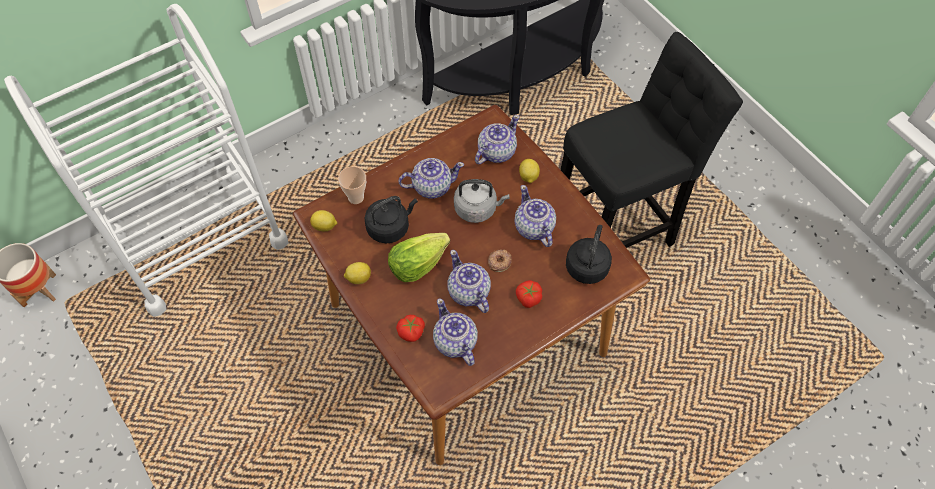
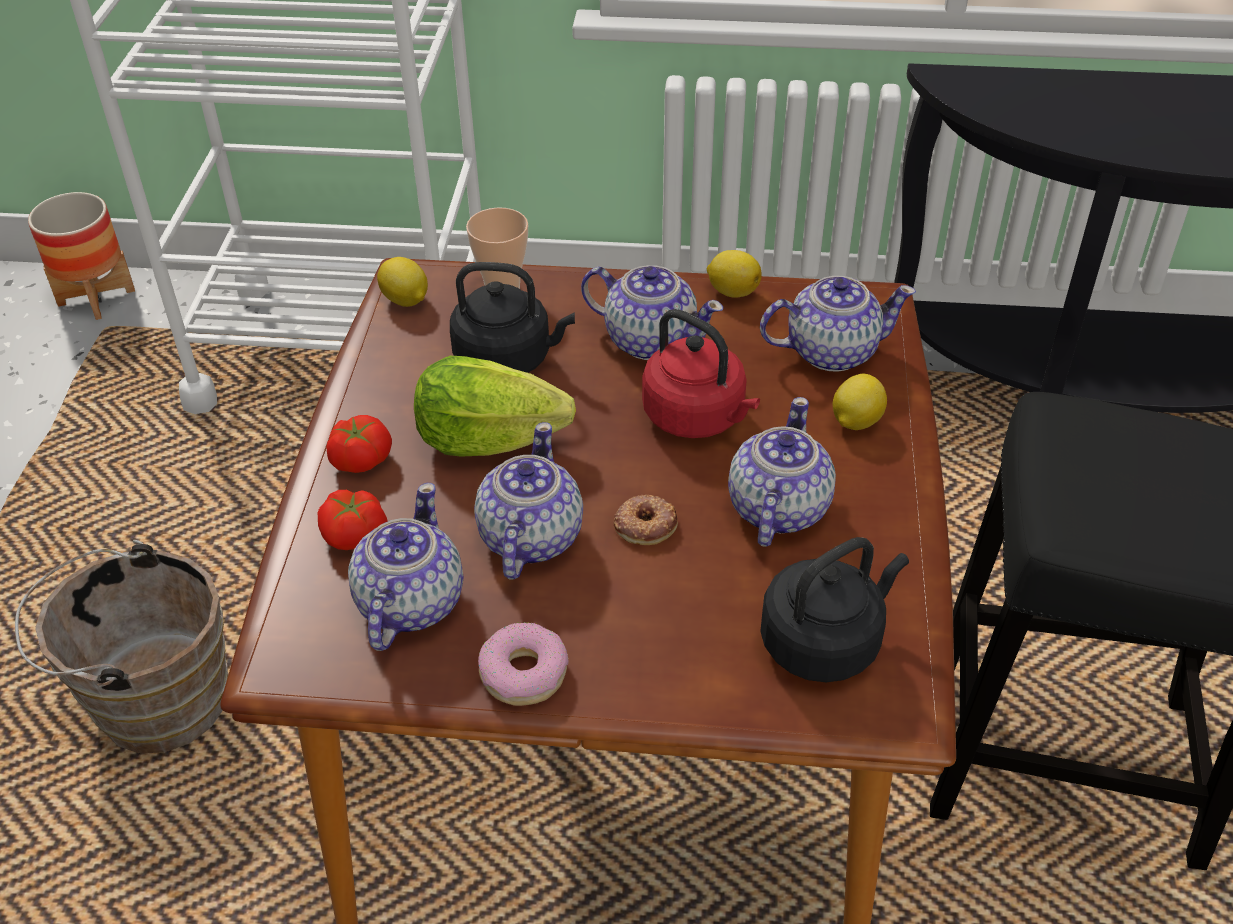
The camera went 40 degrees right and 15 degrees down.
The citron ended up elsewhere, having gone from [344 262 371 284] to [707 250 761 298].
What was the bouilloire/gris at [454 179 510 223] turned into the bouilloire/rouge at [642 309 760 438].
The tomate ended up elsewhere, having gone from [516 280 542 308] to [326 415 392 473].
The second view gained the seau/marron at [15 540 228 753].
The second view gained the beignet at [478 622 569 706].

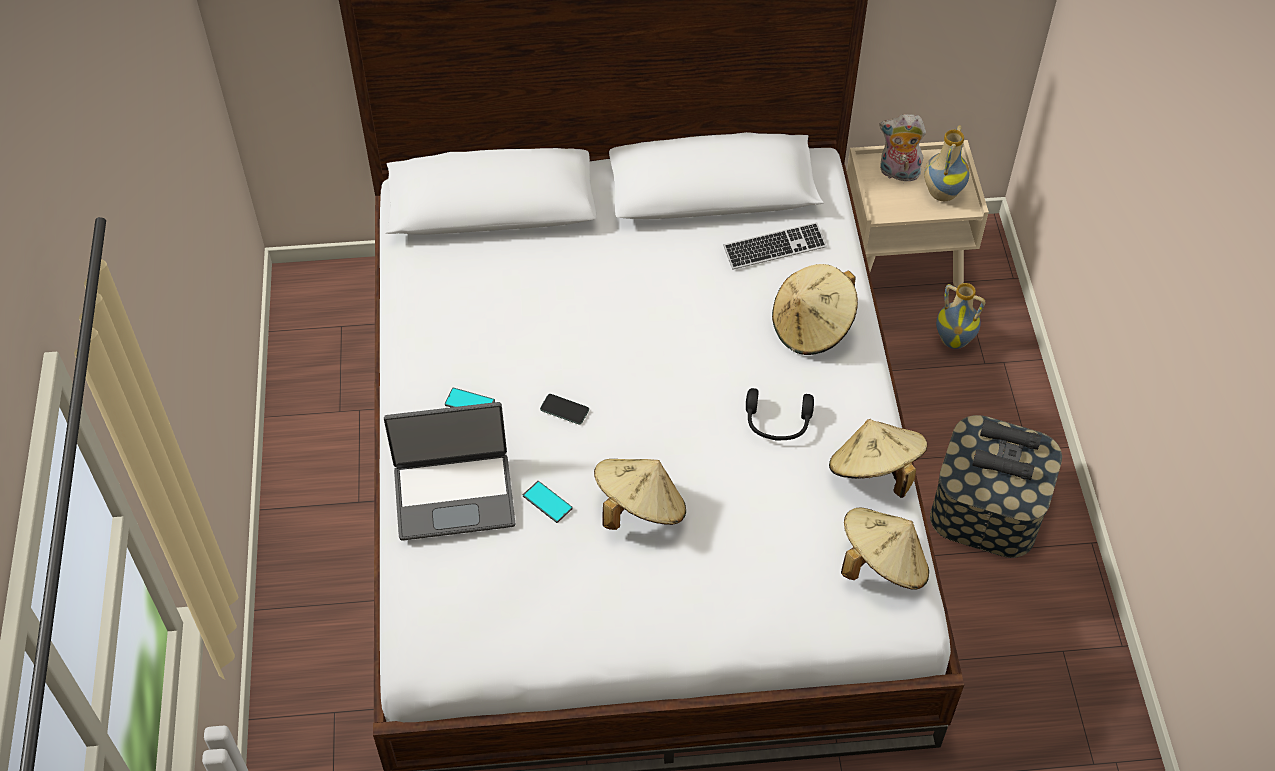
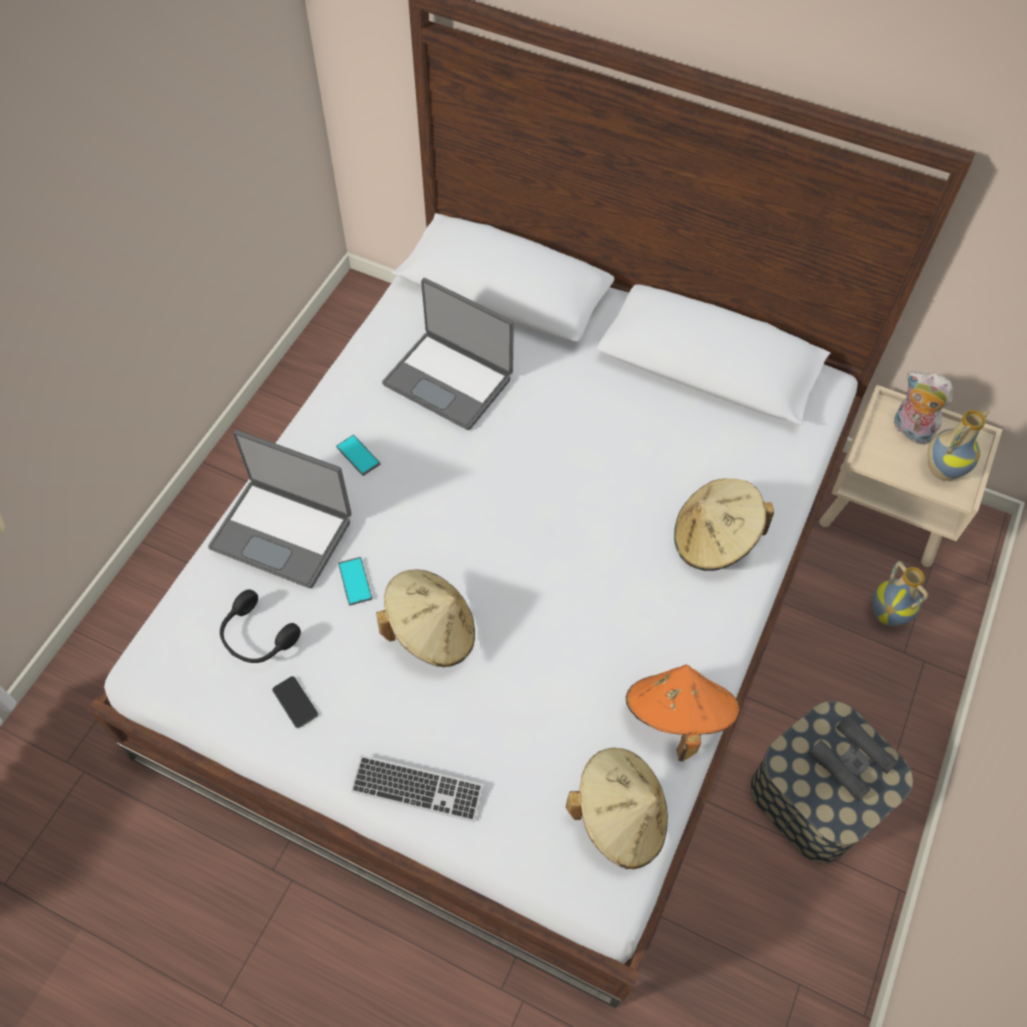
The camera went 30 degrees right and 5 degrees up.
The téléphone ended up elsewhere, having gone from [540 394 589 425] to [272 676 318 728].
The clavier ended up elsewhere, having gone from [723 222 827 270] to [351 755 484 822].
The casque audio/noir ended up elsewhere, having gone from [746 388 814 441] to [220 590 301 663].
What was the chapeau/beige at [829 419 927 498] turned into the chapeau/orange at [626 665 740 761].
The second view gained the ordinateur portable at [382 278 514 430].

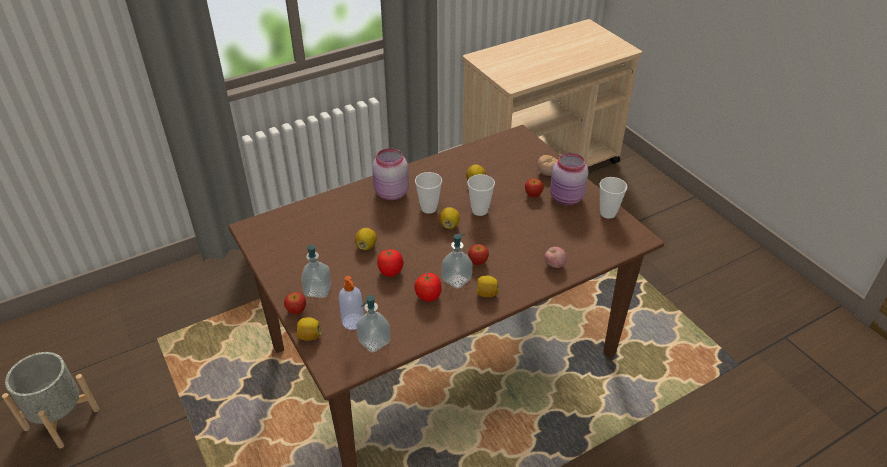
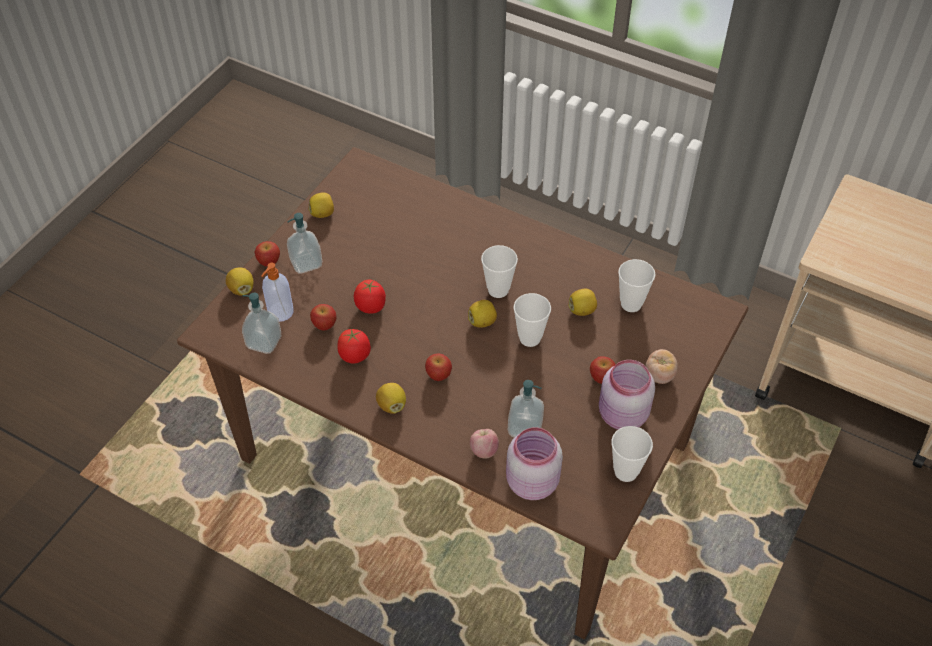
The camera went 60 degrees right and 10 degrees up.
The second view lost the cache-pot/gris at [2 352 99 449].
The citron ended up elsewhere, having gone from [355 228 377 250] to [309 192 334 218].
The bocal/rose ended up elsewhere, having gone from [372 148 409 200] to [506 427 563 500].
The distributeur de savon ended up elsewhere, having gone from [441 234 472 289] to [508 380 544 438].
The second view gained the pomme at [310 304 337 331].
The second view gained the tasse at [618 259 655 312].

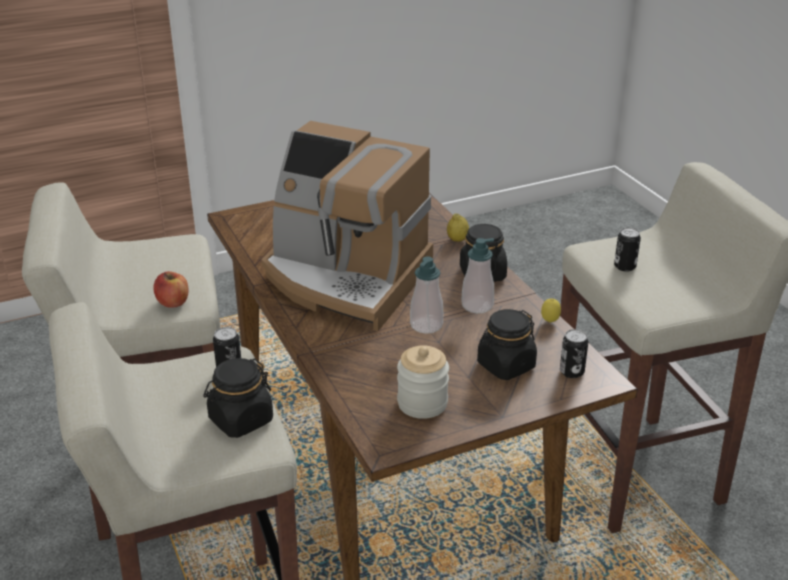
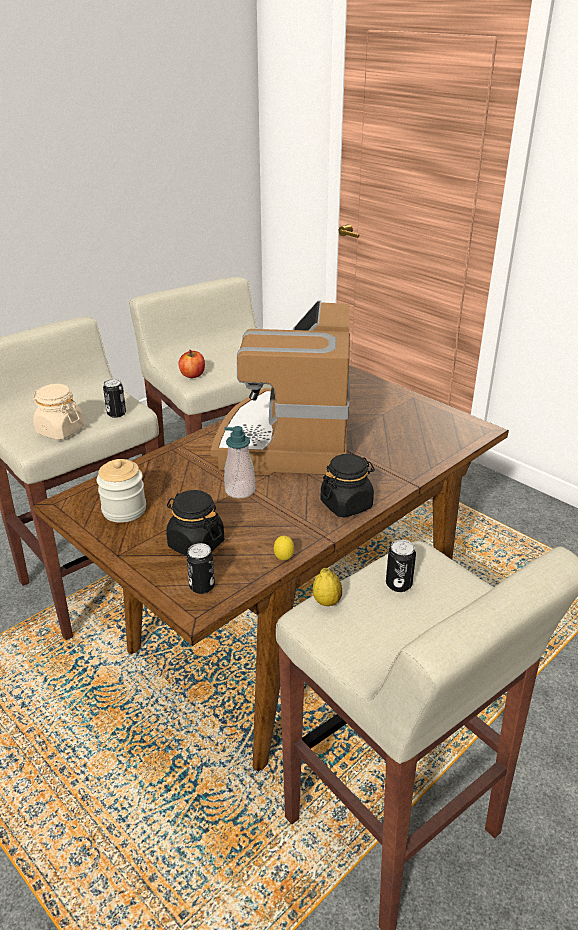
The camera went 70 degrees right and 0 degrees up.
What was the bocal/noir at [203 358 273 438] turned into the bocal/beige at [33 384 84 440].
The citron ended up elsewhere, having gone from [447 214 469 242] to [313 568 342 606].
The second view lost the distributeur de savon at [461 238 494 313].

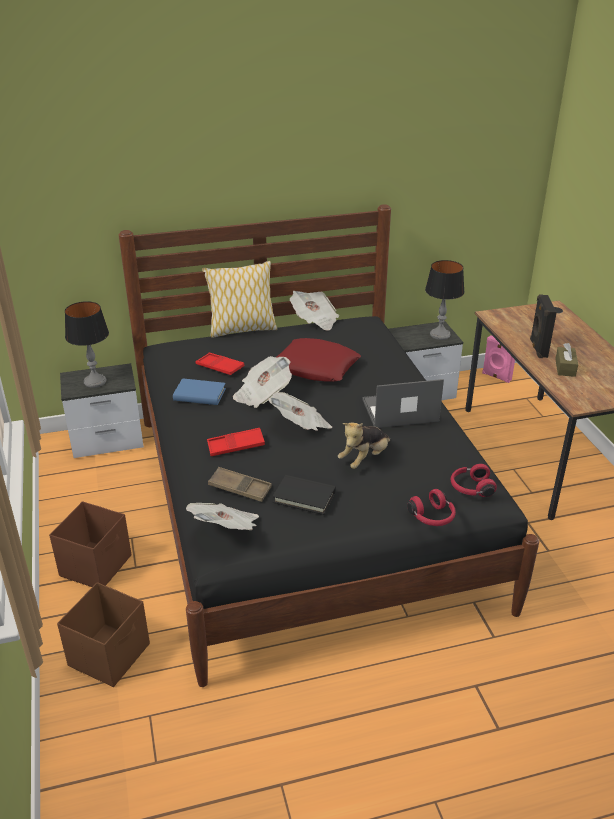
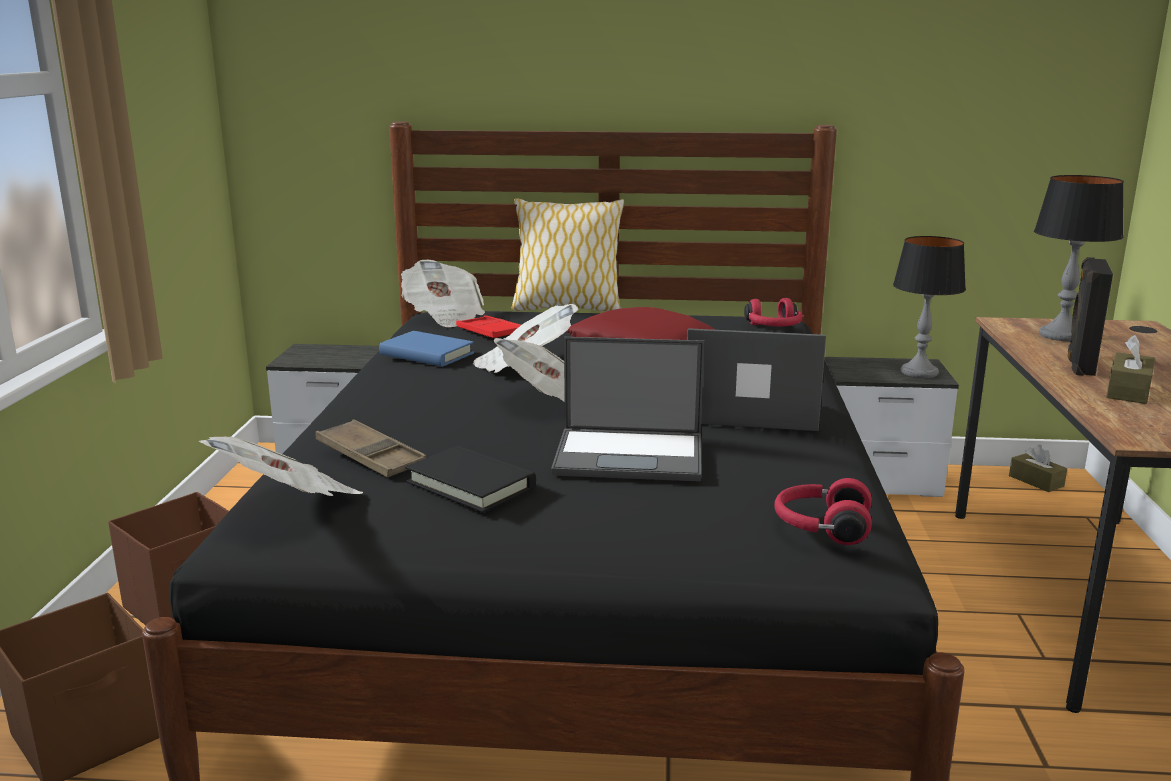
The camera went 20 degrees right and 15 degrees down.
The lampe de table ended up elsewhere, having gone from [65 301 109 388] to [1034 175 1124 341].
The second view lost the plateau/rouge at [207 428 265 456].
The journal ended up elsewhere, having gone from [290 291 339 331] to [401 260 485 328].
Where the peluche stood at [338 422 391 469], the ordinateur portable came to stand at [551 337 704 482].
The casque audio/rouge ended up elsewhere, having gone from [407 489 456 526] to [744 298 803 326].
Where the enceinte/rose stood at [482 335 515 383], the boîte à mouchoirs/marron came to stand at [1009 445 1067 492].

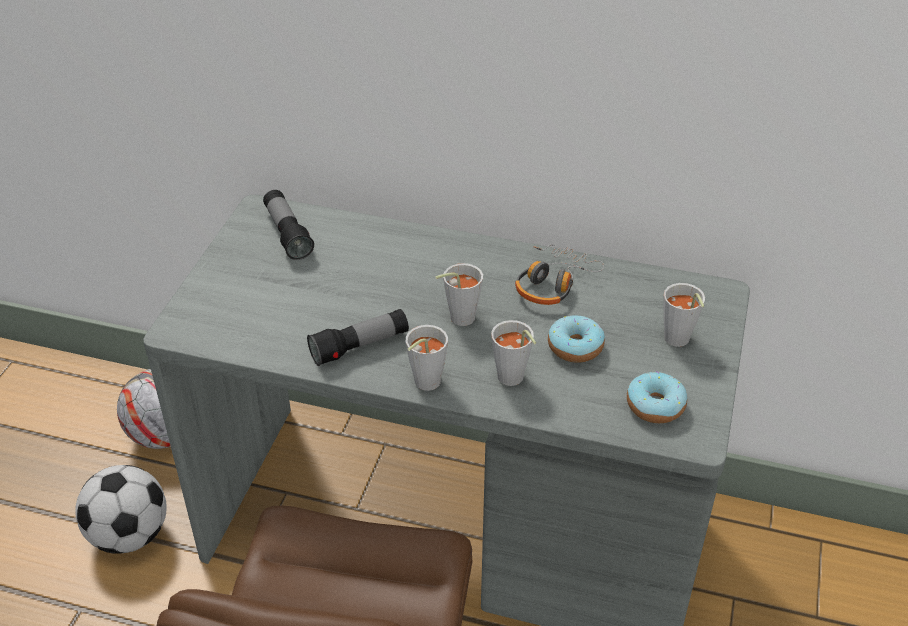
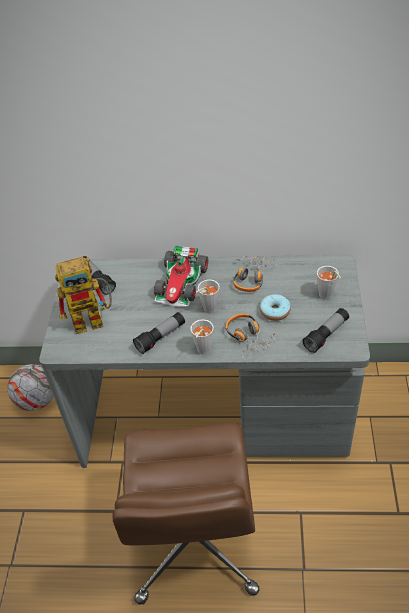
The camera went 10 degrees left and 5 degrees up.
The second view lost the ballon de foot at [75 465 167 554].
Where the tasse/gris stood at [491 320 536 386], the casque audio came to stand at [225 313 277 359].
Where the beignet stood at [627 371 687 423], the lampe de poche came to stand at [302 308 349 353].
The second view gained the robot jouet at [55 257 112 334].
The second view gained the petite voiture at [154 245 208 307].

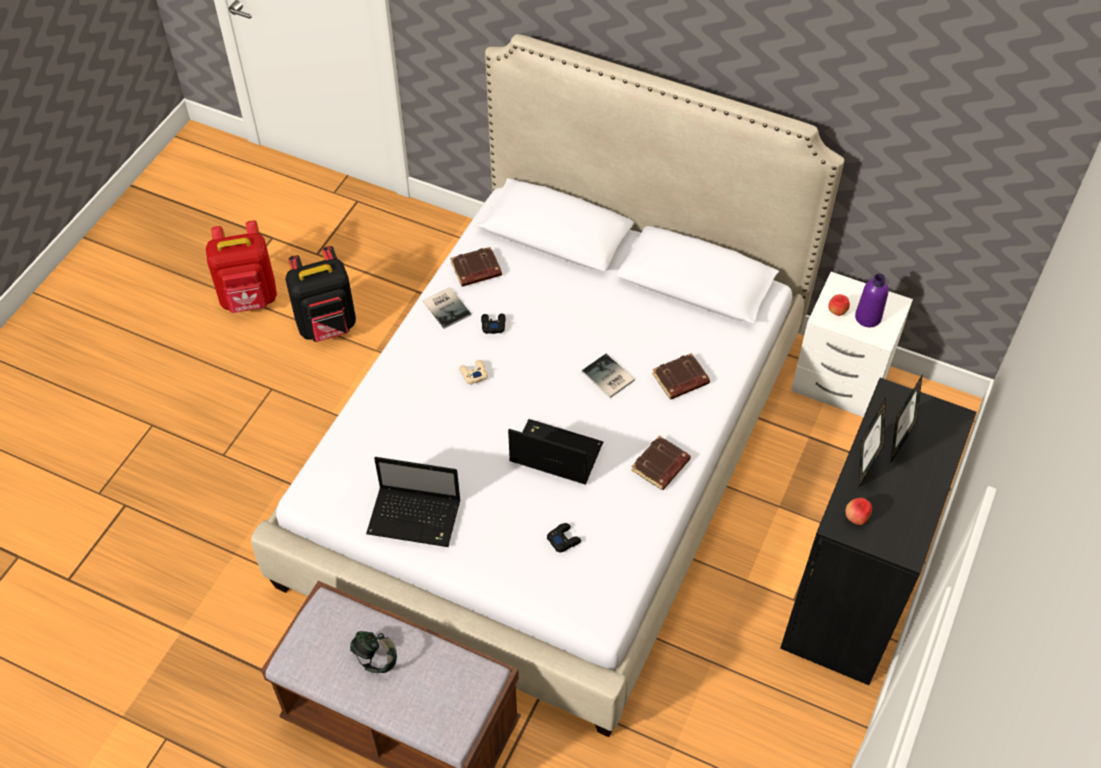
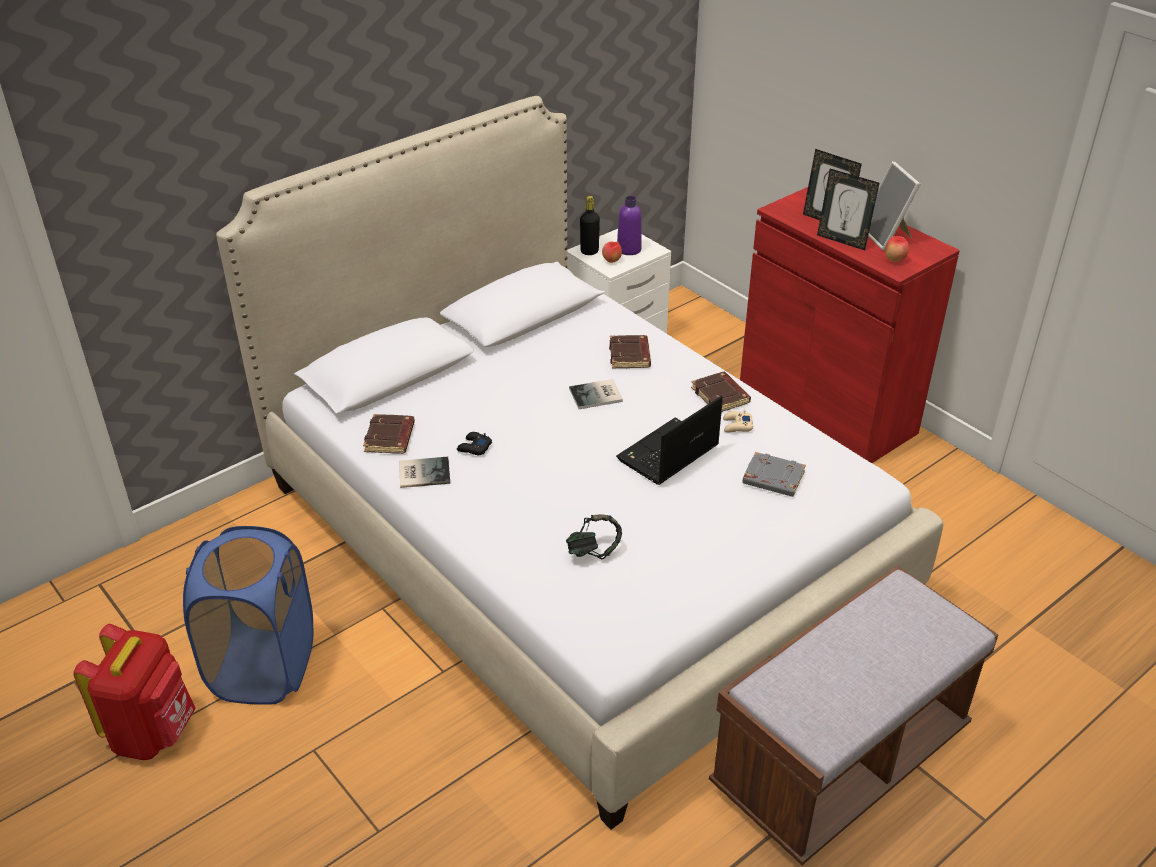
The camera went 65 degrees left and 15 degrees down.
Where the sac à dos/noir stood at [285 246 356 342], the panier à linge/bleu came to stand at [183 526 314 705].
The casque audio ended up elsewhere, having gone from [350 631 397 673] to [566 514 622 559].
The second view lost the ordinateur portable at [366 457 461 547].
The manette/beige ended up elsewhere, having gone from [459 360 488 385] to [723 410 753 432].
Where the manette/noir stood at [547 523 581 552], the livre/gris came to stand at [742 452 806 497].
What was the meuble de rangement/noir at [780 378 977 685] turned into the meuble de rangement/rouge at [740 187 960 463].
The second view gained the bouteille/noir at [580 196 600 255].
The second view gained the cadre photo at [868 161 921 251].

